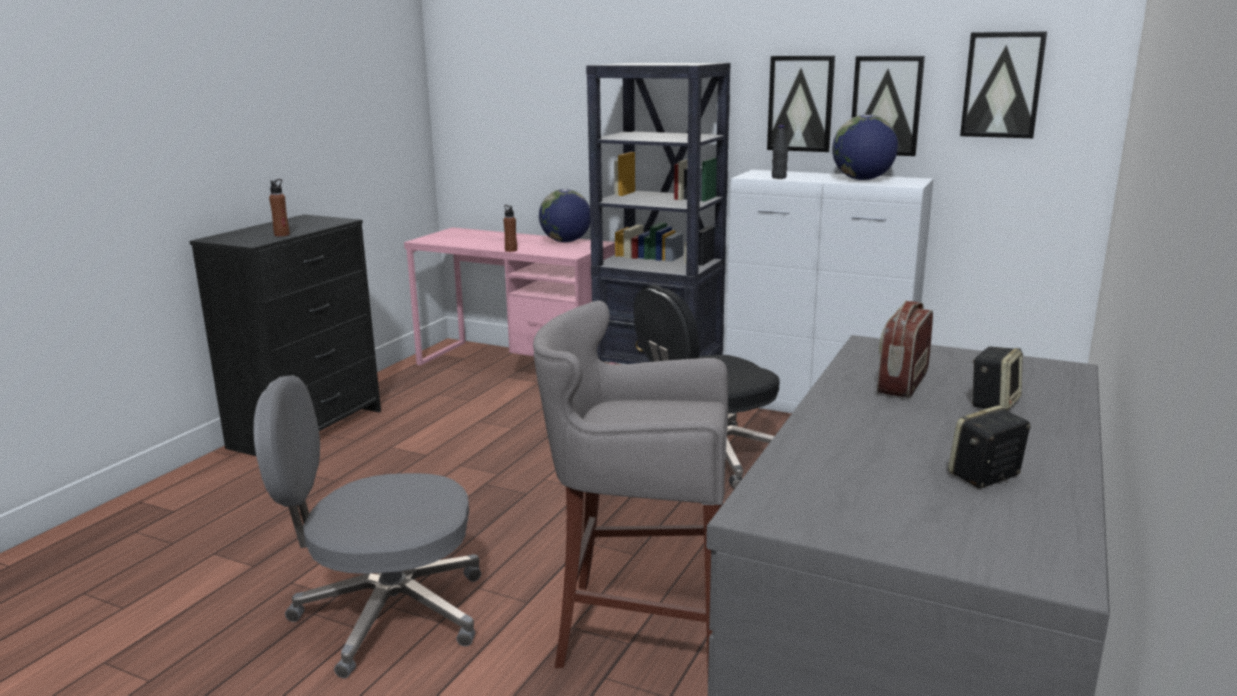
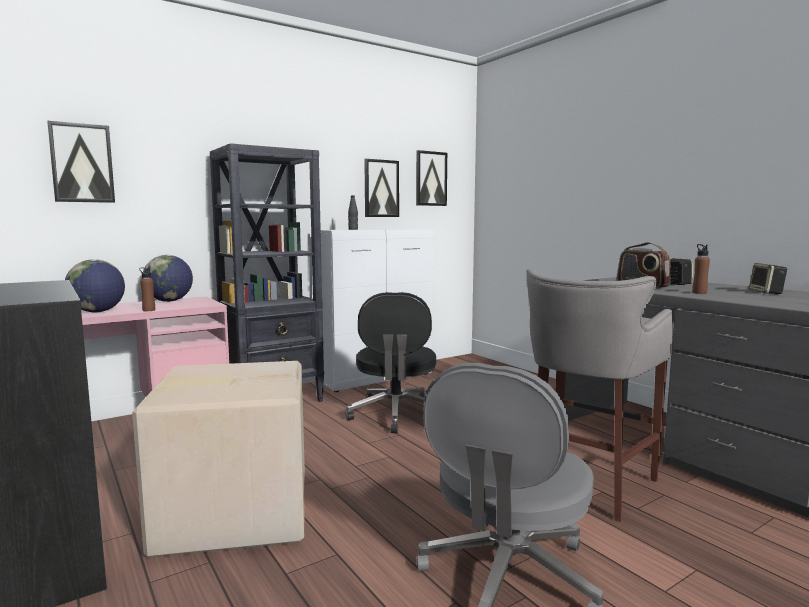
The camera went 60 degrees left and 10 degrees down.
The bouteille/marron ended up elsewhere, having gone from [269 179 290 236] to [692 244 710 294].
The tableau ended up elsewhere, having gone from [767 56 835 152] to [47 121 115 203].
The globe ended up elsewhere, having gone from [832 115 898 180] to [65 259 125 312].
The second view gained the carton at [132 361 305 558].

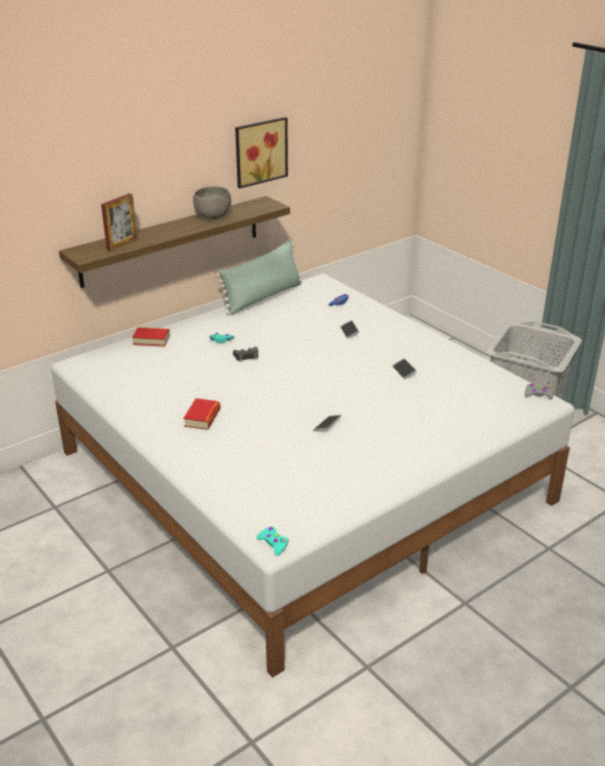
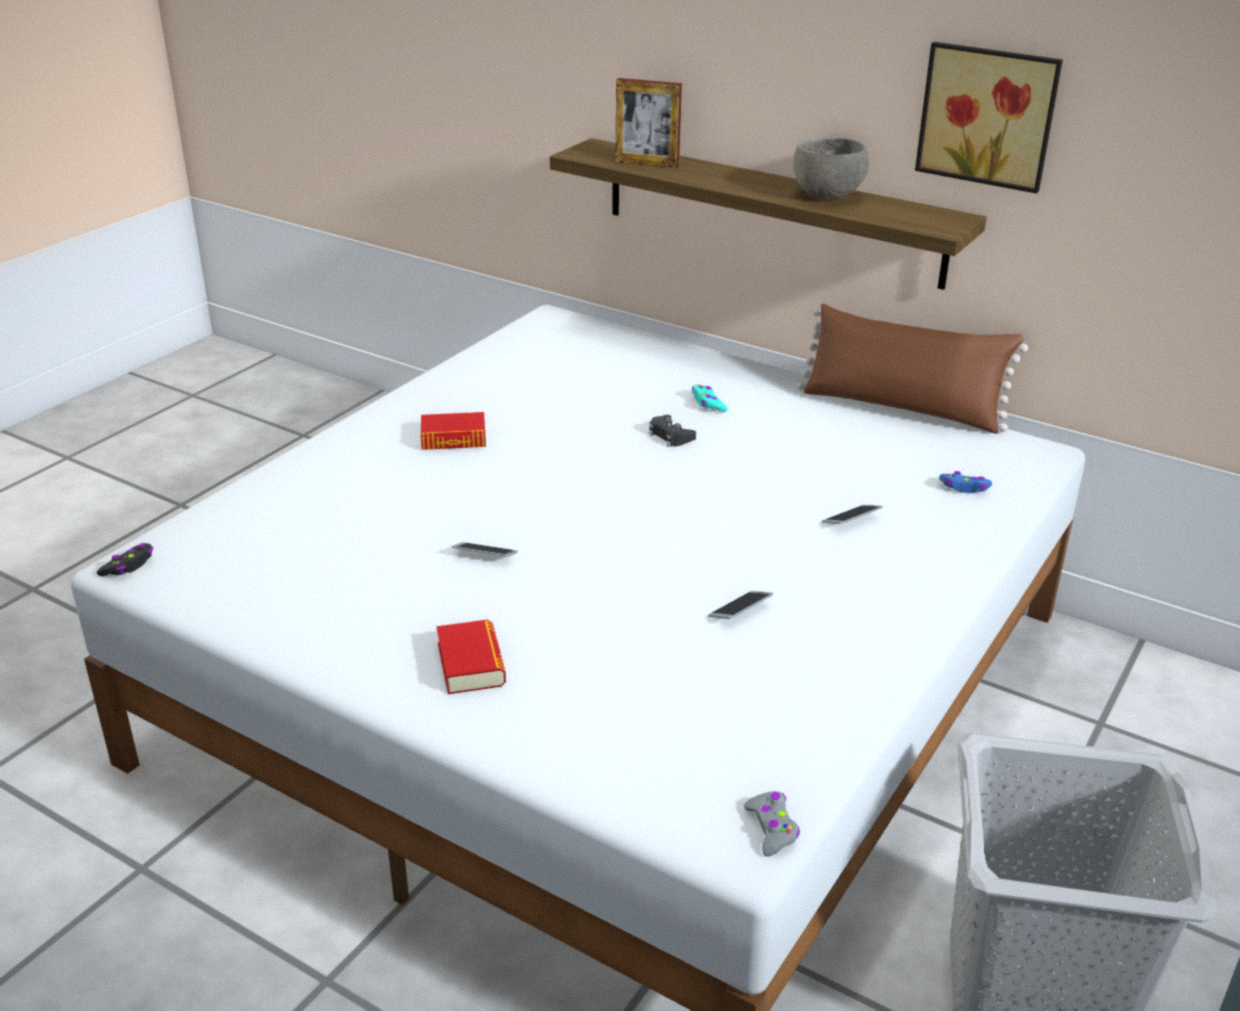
The camera went 70 degrees right and 0 degrees up.
The livre ended up elsewhere, having gone from [132 327 170 347] to [436 619 506 694].
What was the coussin/vert at [216 240 302 315] turned into the coussin/marron at [797 304 1028 434].
What was the manette/turquoise at [257 526 289 556] turned into the manette/noir at [97 543 153 576].

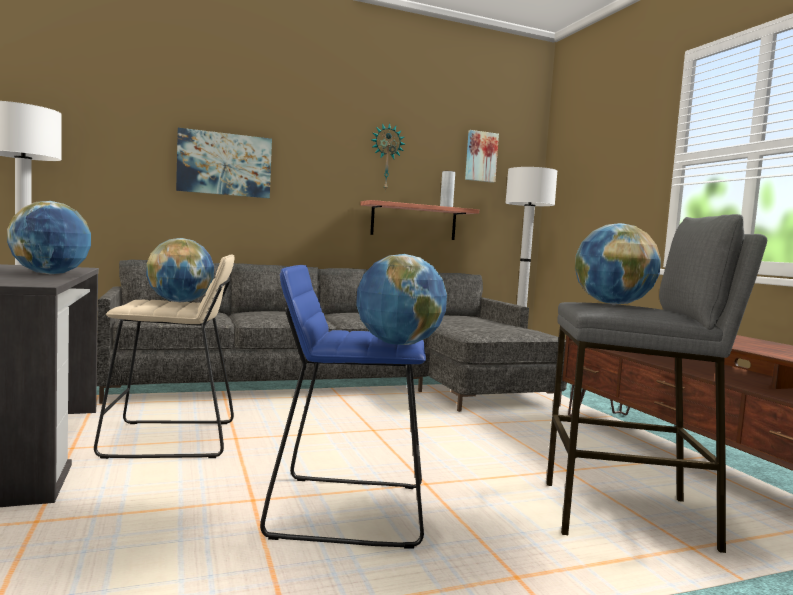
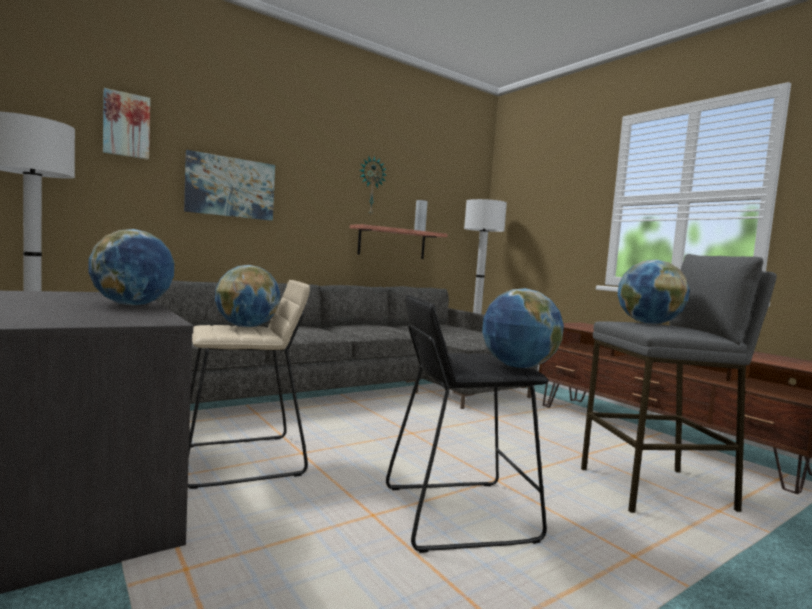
The camera went 15 degrees left and 0 degrees up.
What was the tabouret/bleu at [260 265 426 549] turned into the tabouret/noir at [386 295 549 553].
The tableau ended up elsewhere, having gone from [465 130 499 183] to [103 88 150 160].

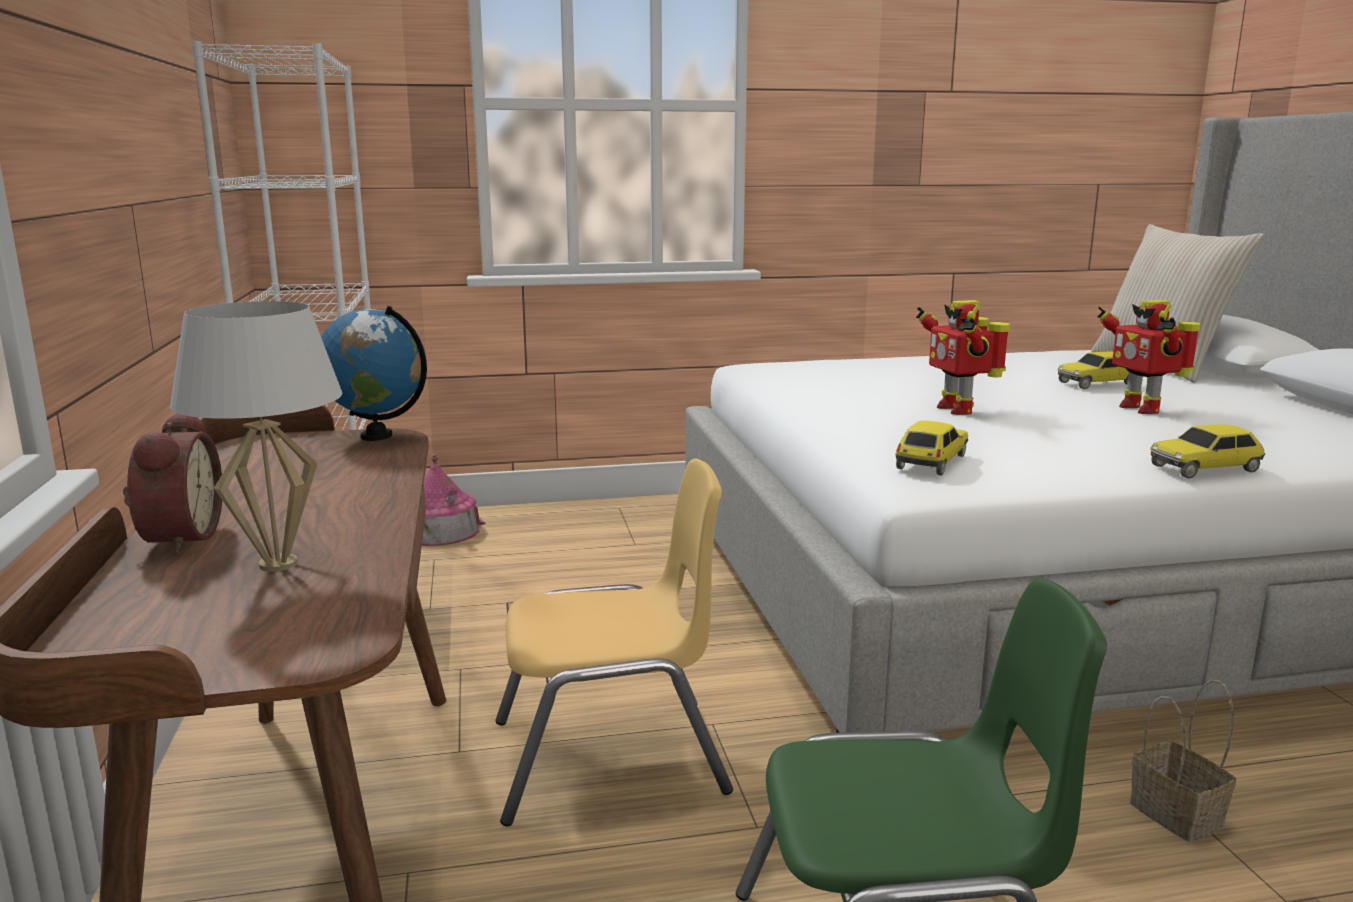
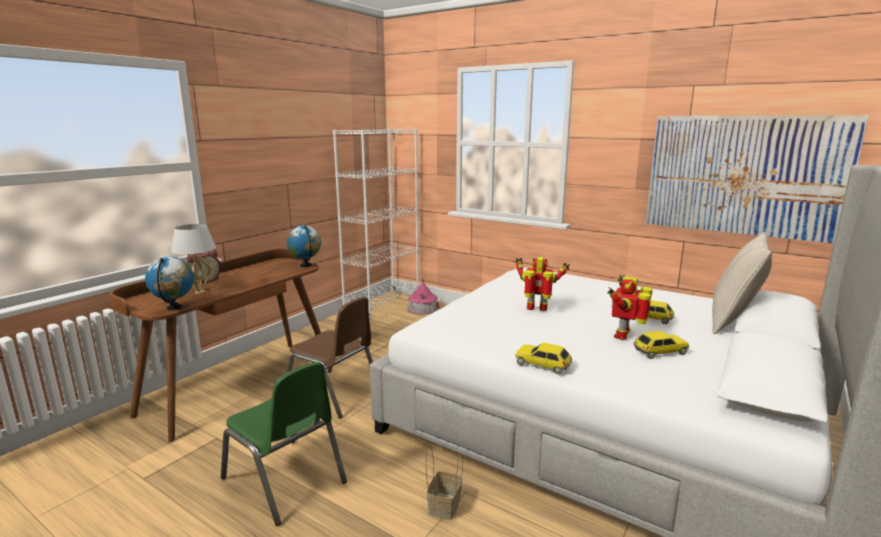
The camera went 45 degrees right and 0 degrees up.
What was the chaise/jaune at [495 459 733 826] turned into the chaise/marron at [287 297 373 419].
The petite voiture ended up elsewhere, having gone from [895 421 968 476] to [633 331 689 359].
The robot jouet at [916 300 1010 415] ended up facing another way, 75 degrees clockwise from before.
The second view gained the globe at [145 257 194 310].
The second view gained the tableau at [645 116 869 244].

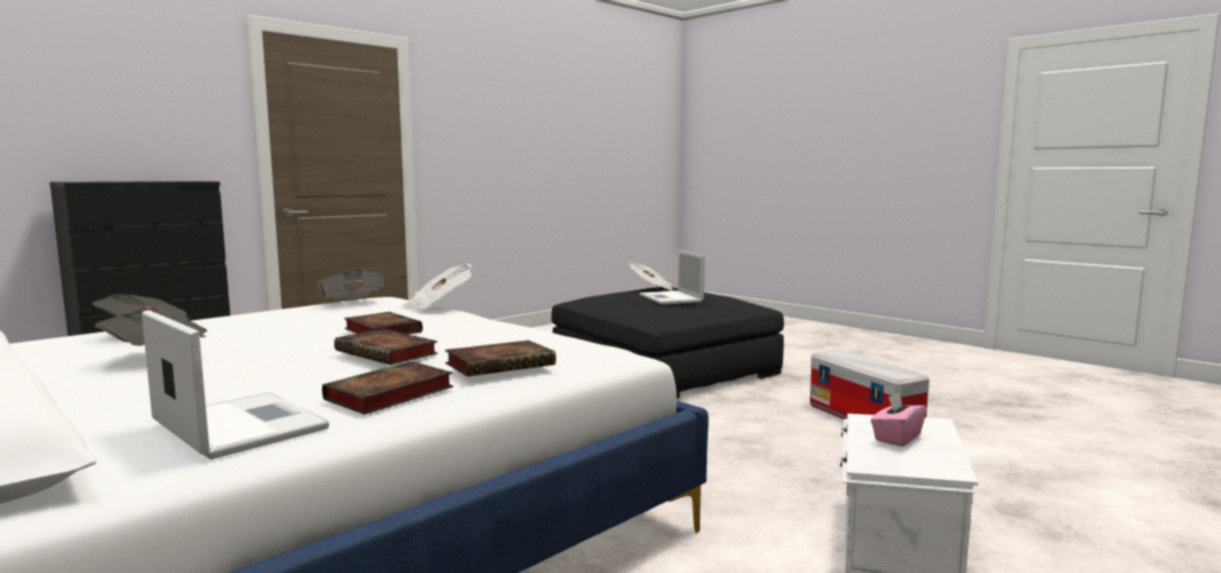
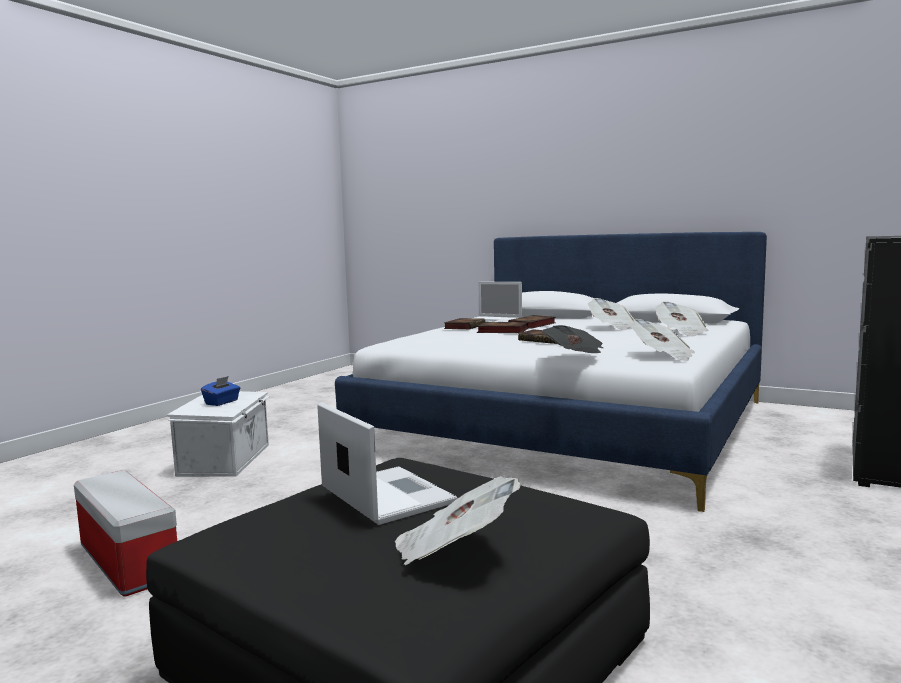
The camera went 165 degrees right and 0 degrees up.
The livre ended up elsewhere, having gone from [445 340 556 377] to [508 315 556 329].
What was the boîte à mouchoirs/rose at [871 392 926 447] turned into the boîte à mouchoirs/bleu at [201 376 240 406].

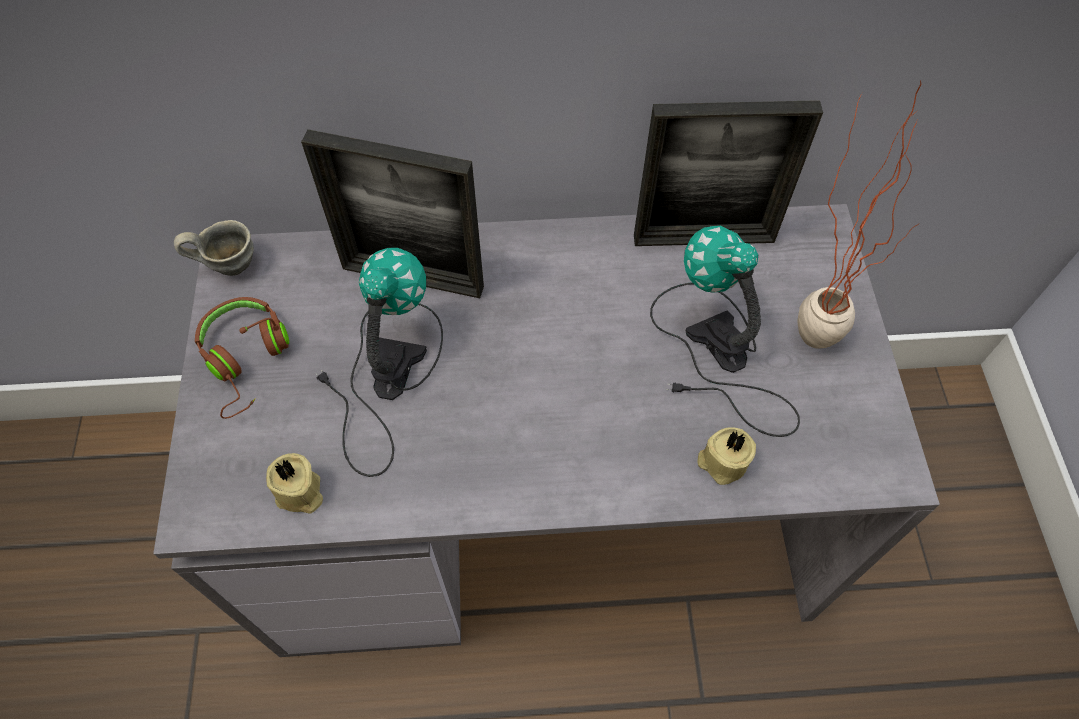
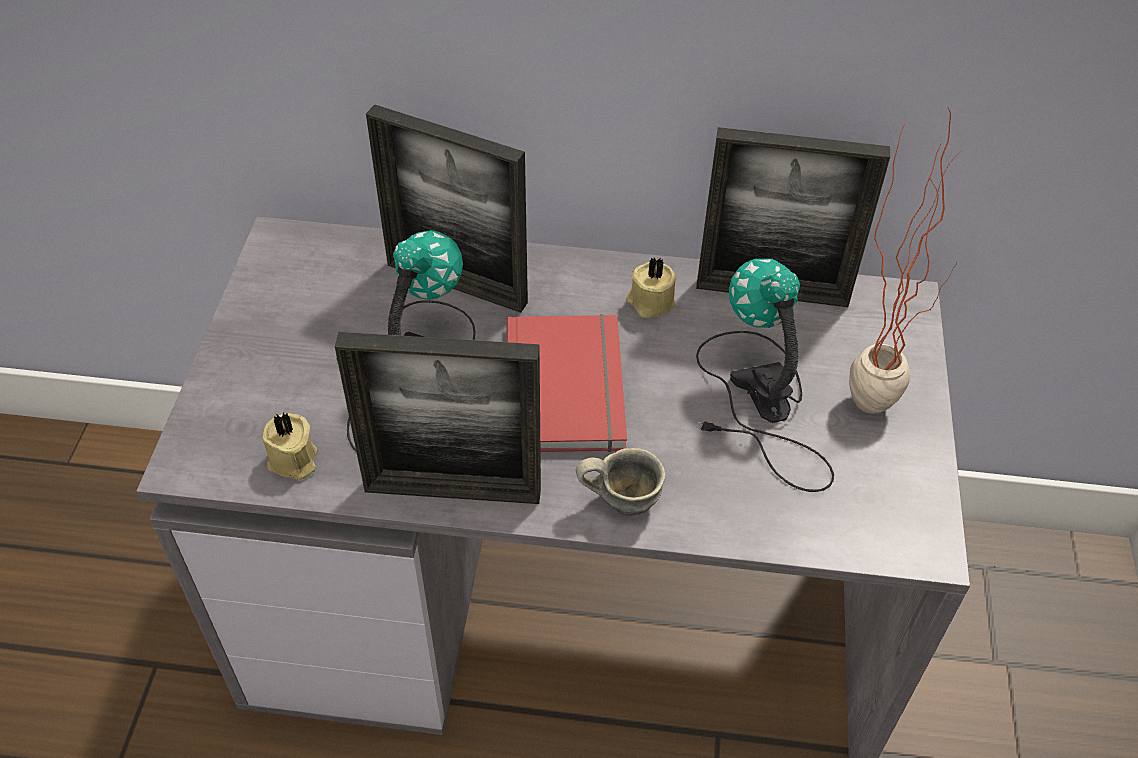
The camera went 10 degrees right and 10 degrees down.
The mug/gris ended up elsewhere, having gone from [174 220 254 276] to [576 448 665 516].
The second view lost the casque audio/marron at [195 297 289 419].
The bougie/beige ended up elsewhere, having gone from [697 427 756 485] to [626 257 677 318].
The second view gained the cadre photo at [335 332 541 504].
The second view gained the livre/rouge at [506 314 627 452].

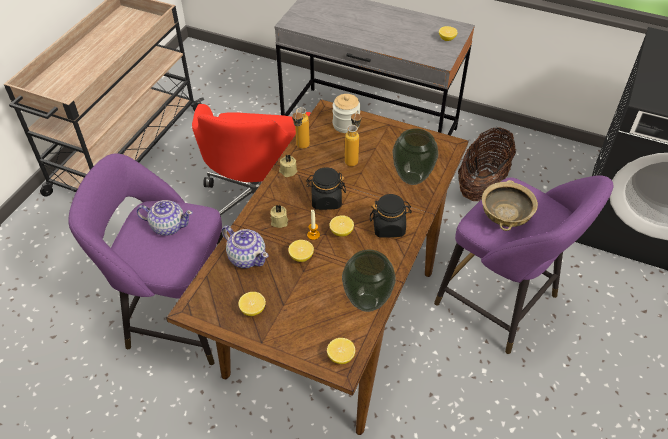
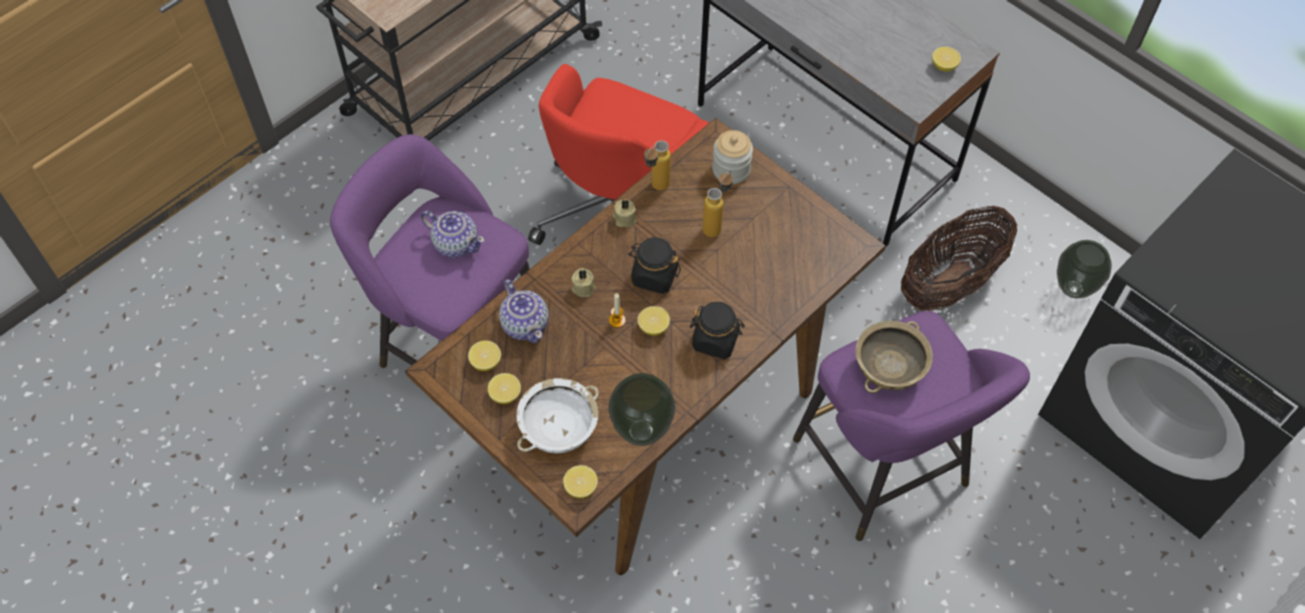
The camera went 20 degrees right and 10 degrees up.
The citron ended up elsewhere, having gone from [288 240 314 262] to [468 341 501 371].
The vase ended up elsewhere, having gone from [392 128 438 185] to [1057 240 1112 299].
The second view gained the bol/blanc at [517 378 598 453].

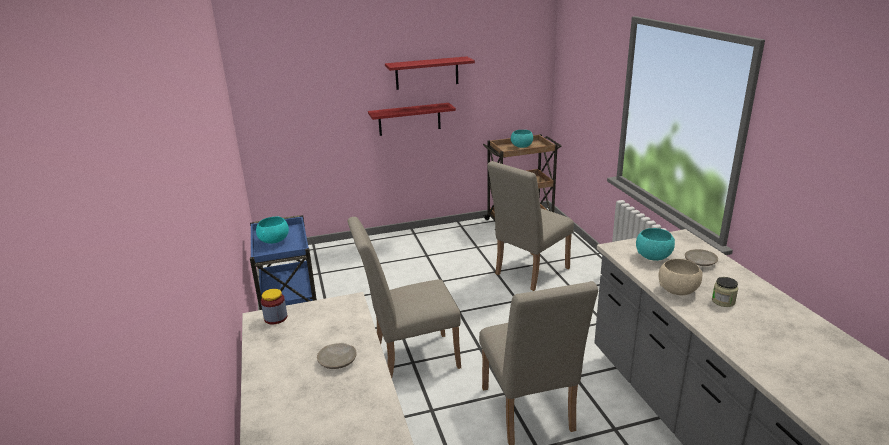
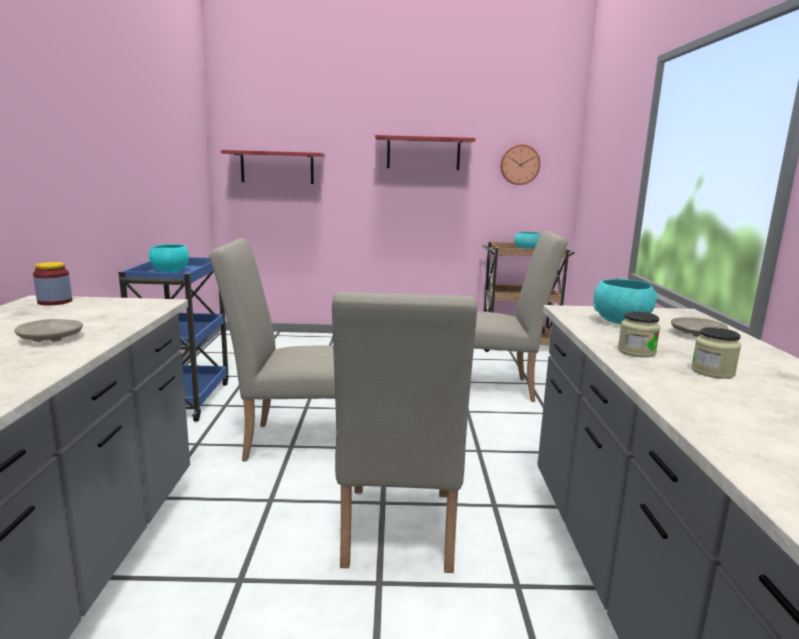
The camera went 15 degrees right and 10 degrees down.
The étagère/rouge ended up elsewhere, having gone from [368 103 456 136] to [221 150 325 184].
The chaise/beige at [487 161 574 291] ended up facing another way, 150 degrees counterclockwise from before.
Where the bol/beige stood at [658 259 703 295], the bocal came to stand at [618 311 660 357].
The second view gained the horloge murale at [500 144 540 185].

